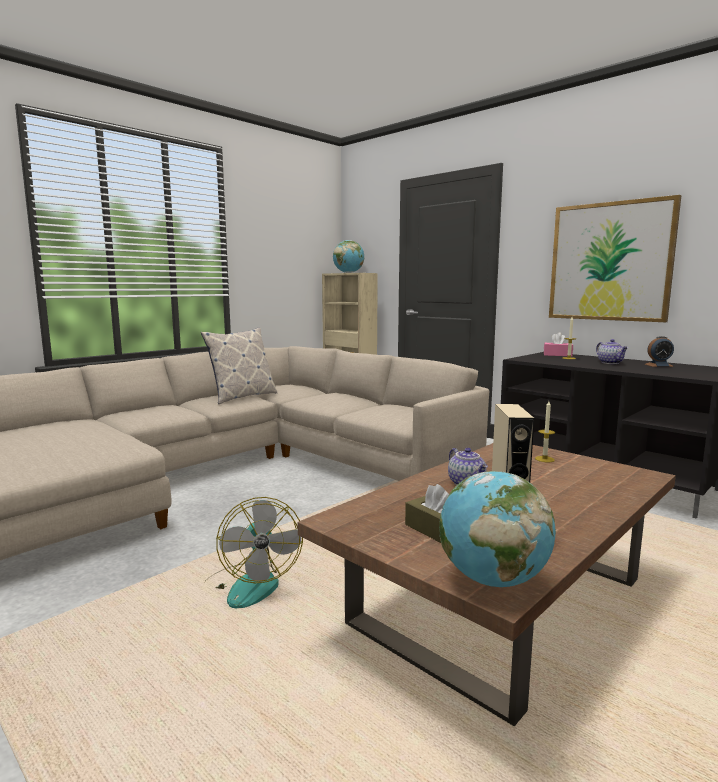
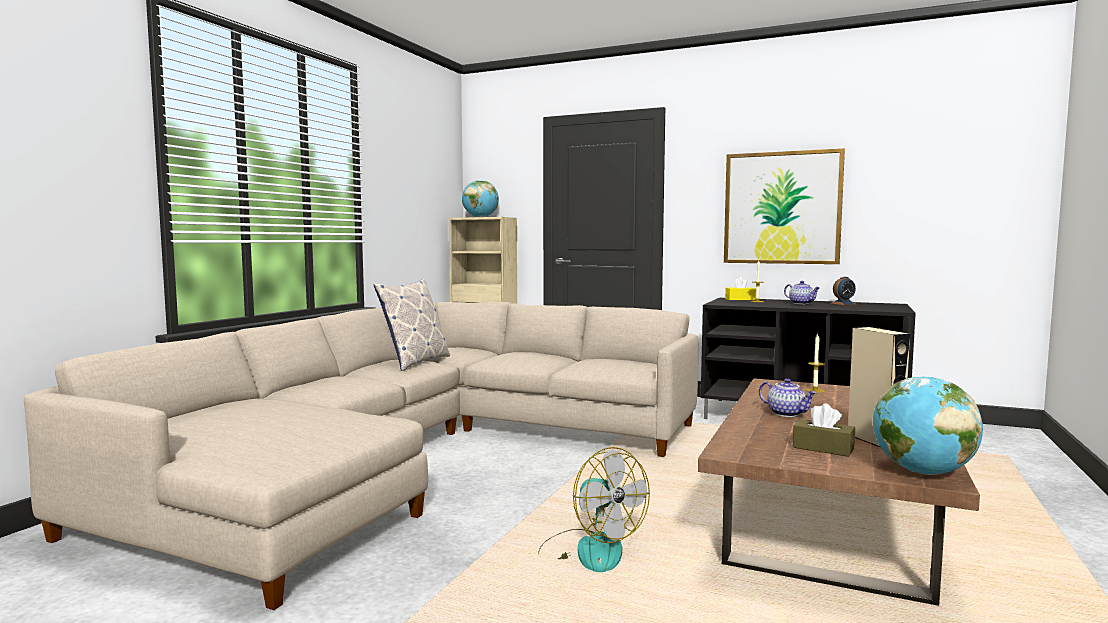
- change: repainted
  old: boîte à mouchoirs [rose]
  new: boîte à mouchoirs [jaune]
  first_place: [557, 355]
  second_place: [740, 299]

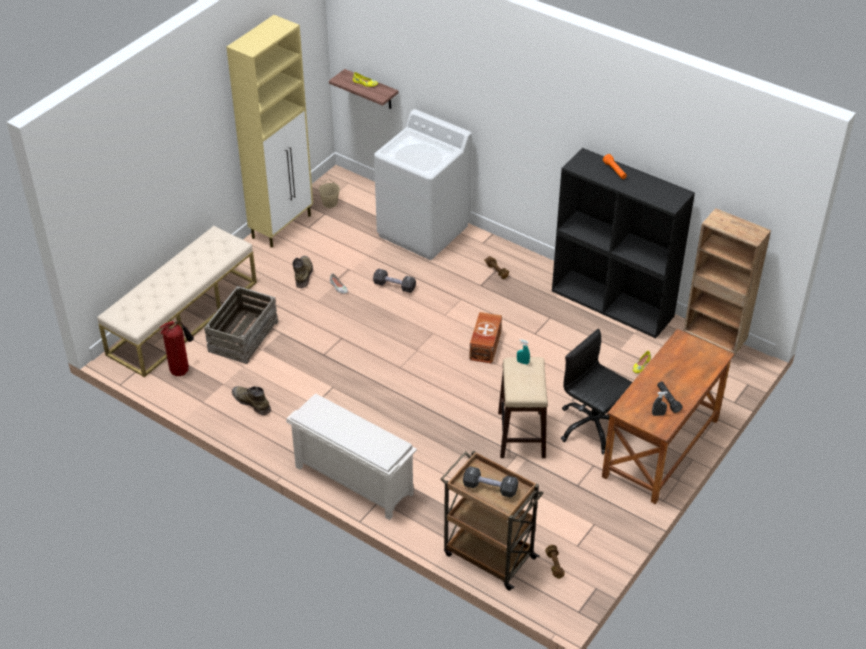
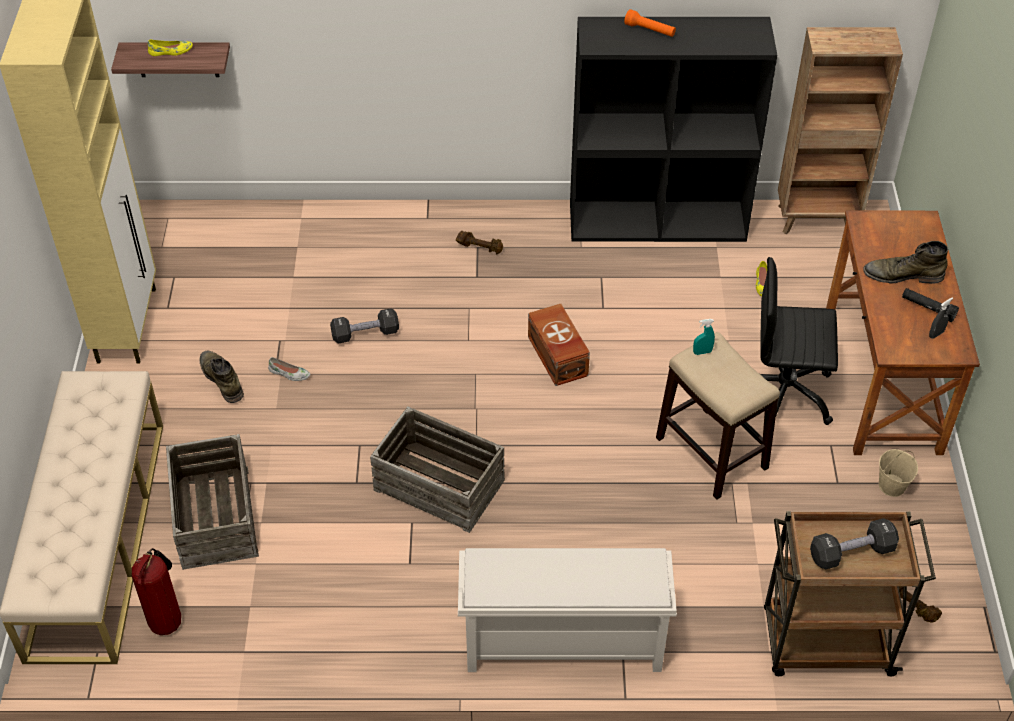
- change: new
  new: caisse
  second_place: [438, 486]
- change: shifted
  old: botte [vert]
  first_place: [251, 402]
  second_place: [902, 275]
- change: shifted
  old: seau [beige]
  first_place: [330, 203]
  second_place: [892, 486]
- change: gone
  old: lave-linge [blanc]
  first_place: [424, 231]

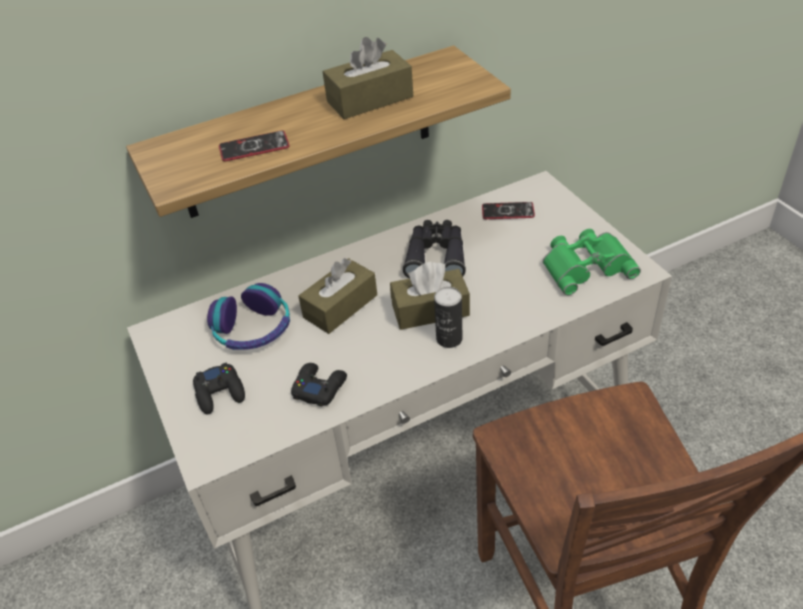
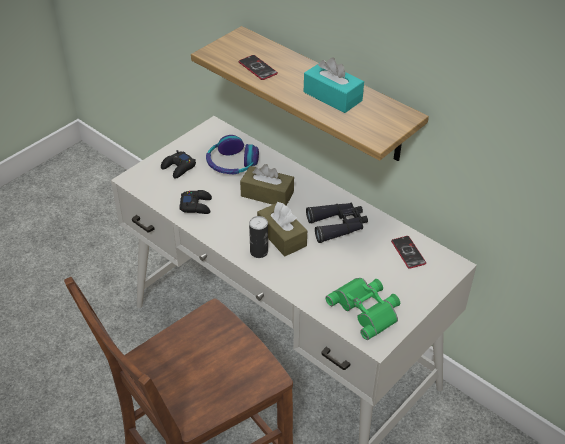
- change: repainted
  old: boîte à mouchoirs [marron]
  new: boîte à mouchoirs [turquoise]
  first_place: [370, 99]
  second_place: [332, 96]

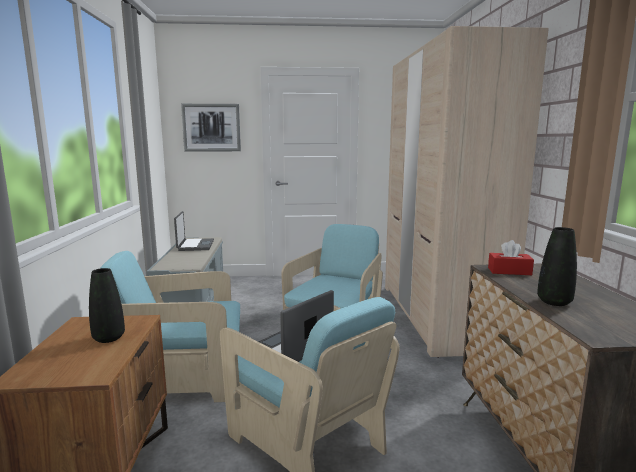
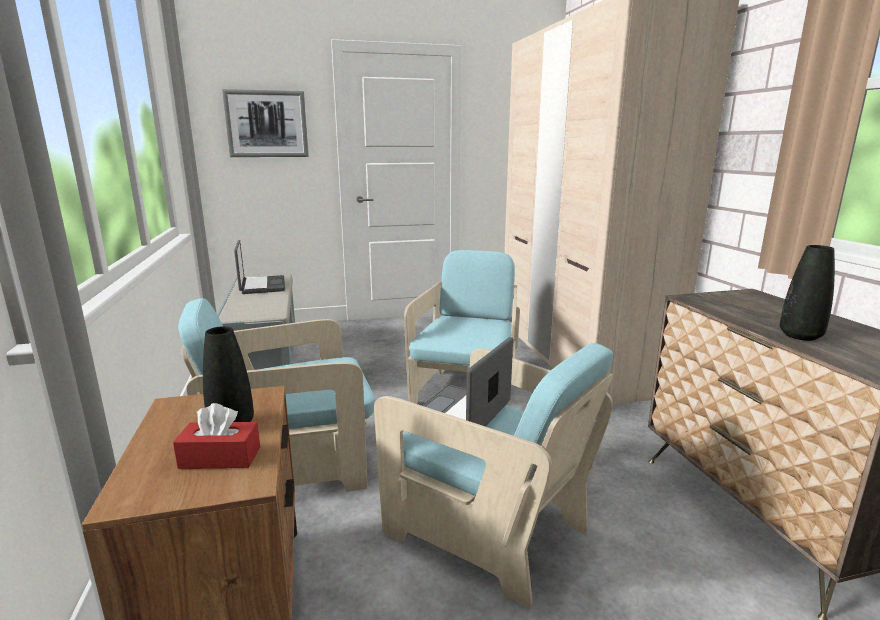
- change: shifted
  old: boîte à mouchoirs [rouge]
  first_place: [509, 271]
  second_place: [220, 458]

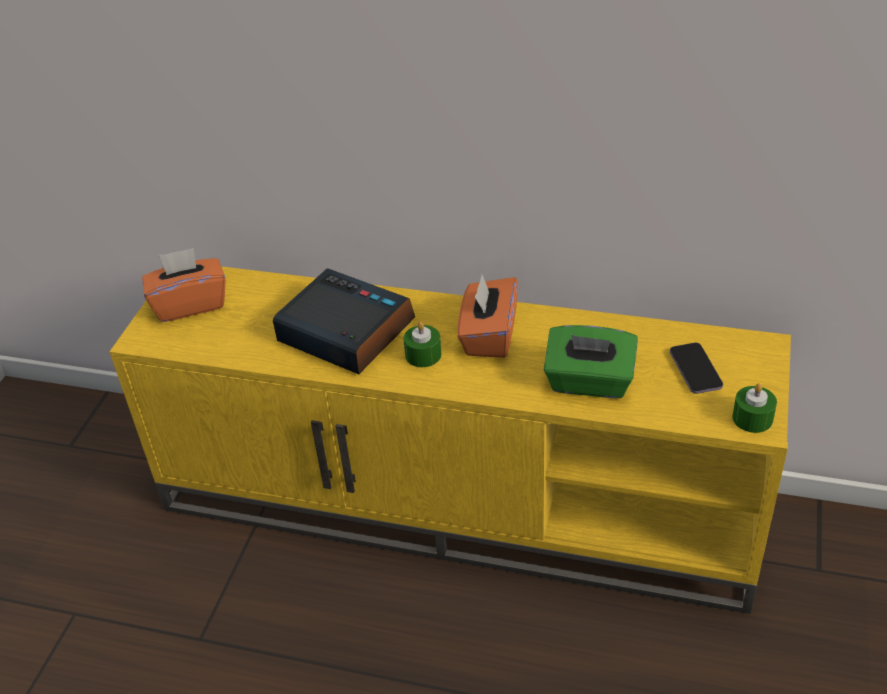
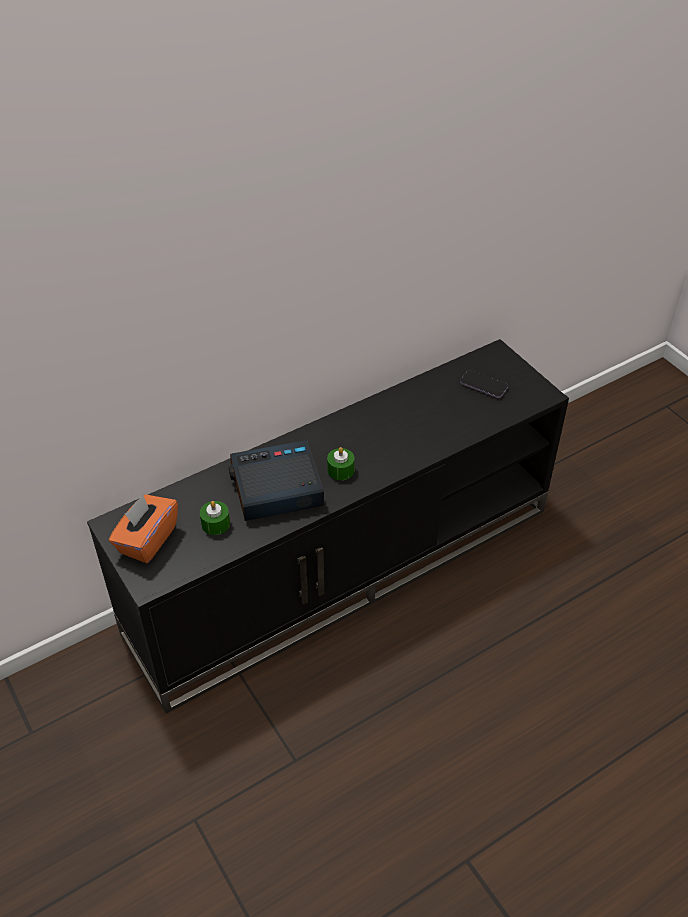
- change: repainted
  old: meuble télé [jaune]
  new: meuble télé [noir]
  first_place: [460, 503]
  second_place: [343, 566]
- change: shifted
  old: bougie [vert]
  first_place: [752, 418]
  second_place: [215, 524]
- change: gone
  old: boîte à mouchoirs [orange]
  first_place: [488, 336]
- change: gone
  old: boîte à mouchoirs [vert]
  first_place: [589, 383]

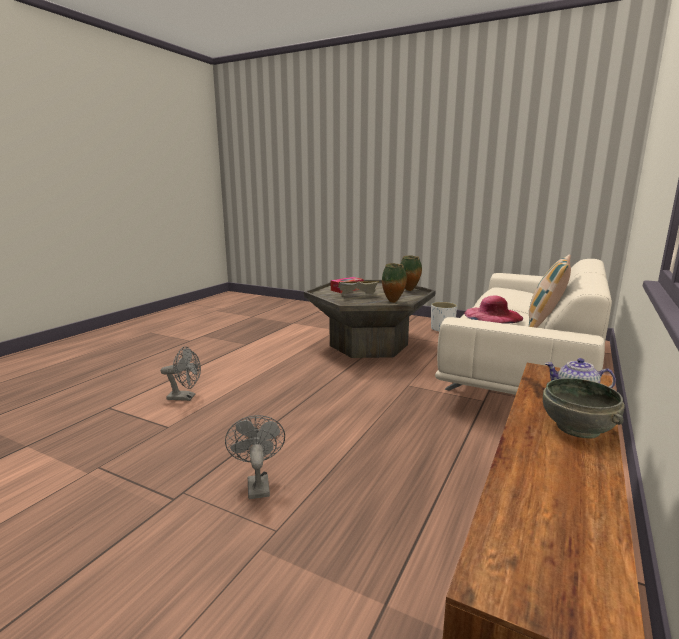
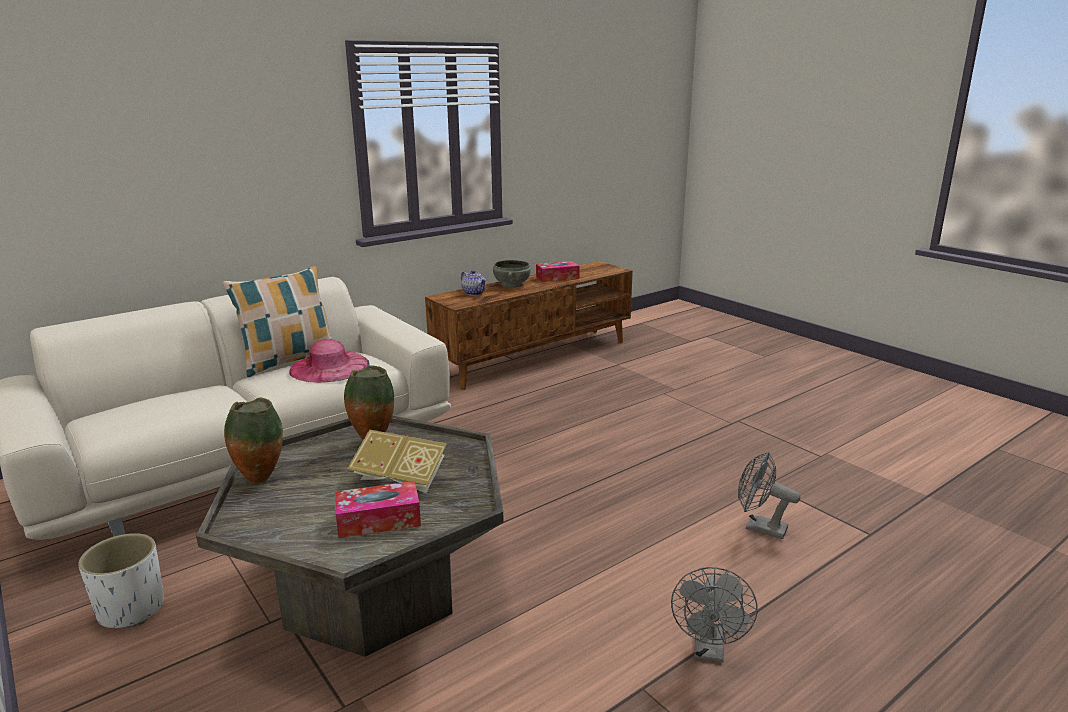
- change: new
  new: boîte à mouchoirs
  second_place: [557, 277]
- change: shifted
  old: ventilateur [gris]
  first_place: [257, 484]
  second_place: [709, 651]

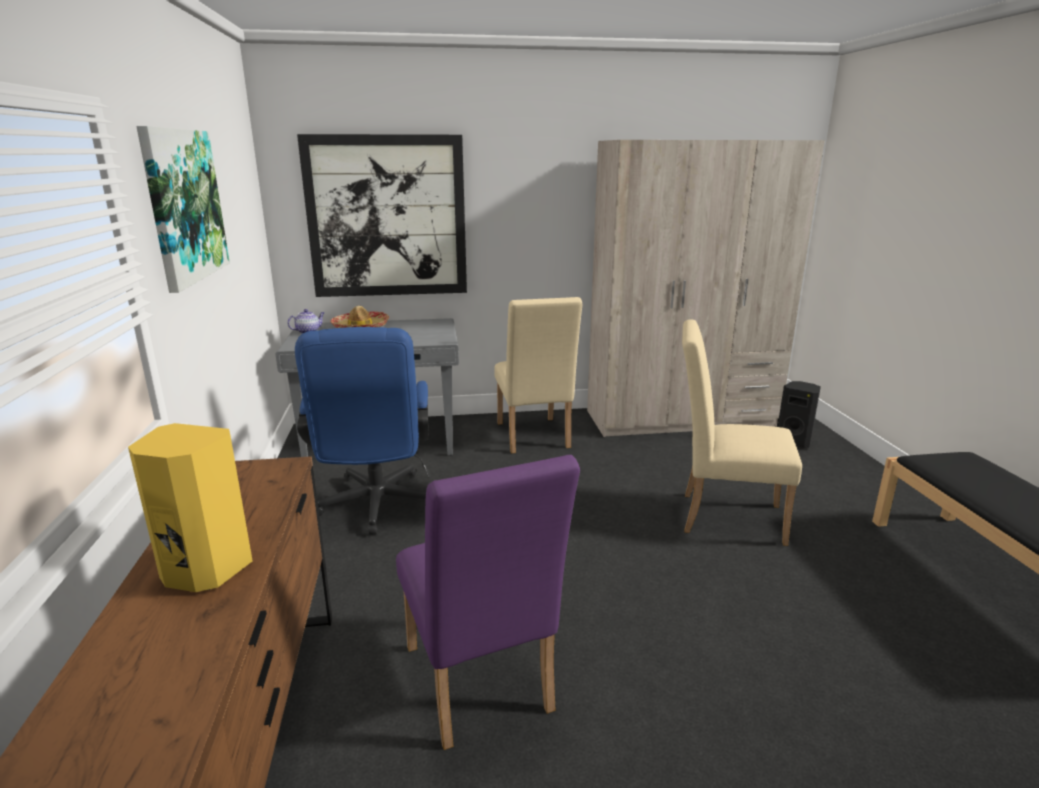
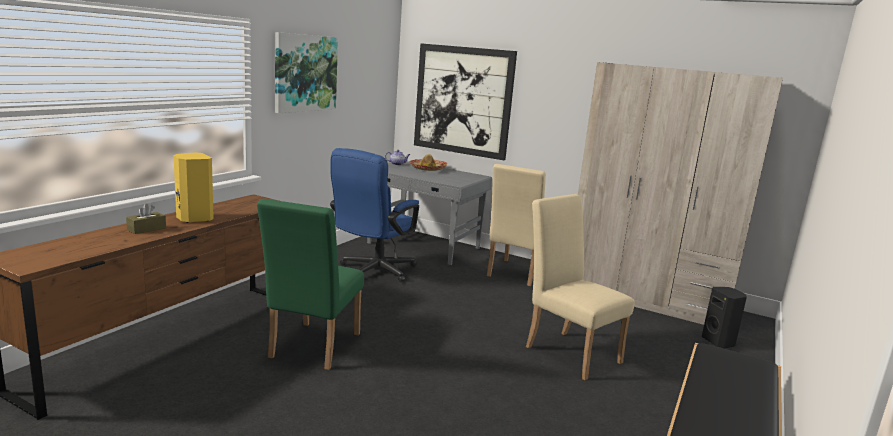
- change: new
  new: boîte à mouchoirs [marron]
  second_place: [146, 229]
- change: repainted
  old: chaise [violet]
  new: chaise [vert]
  first_place: [480, 688]
  second_place: [311, 348]

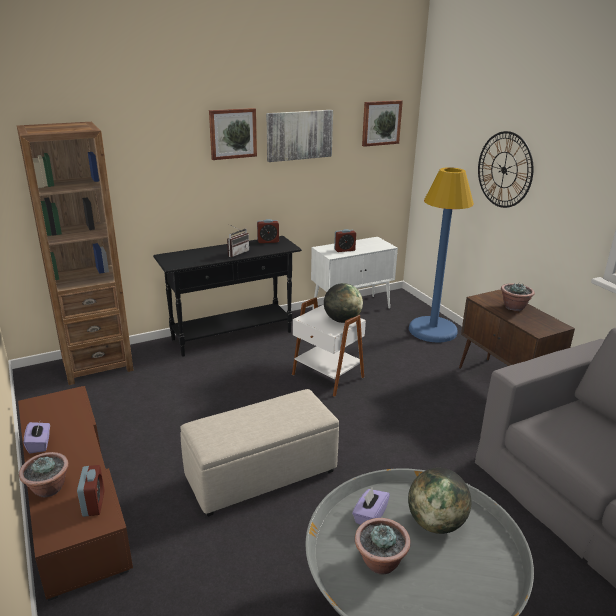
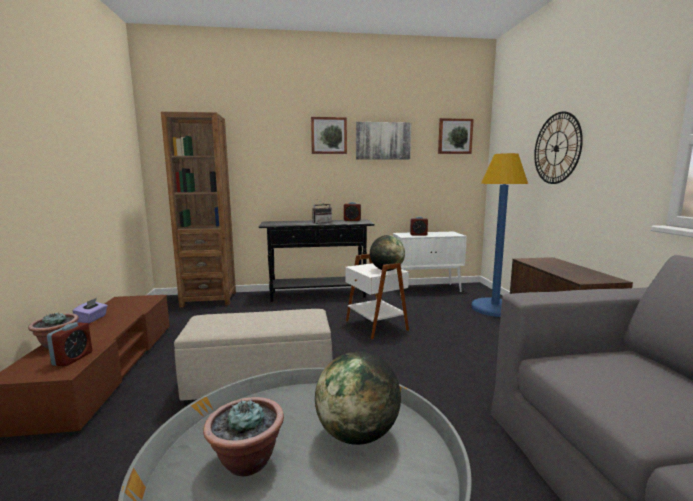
- change: gone
  old: boîte à mouchoirs [violet]
  first_place: [369, 516]
- change: gone
  old: plante en pot
  first_place: [514, 307]

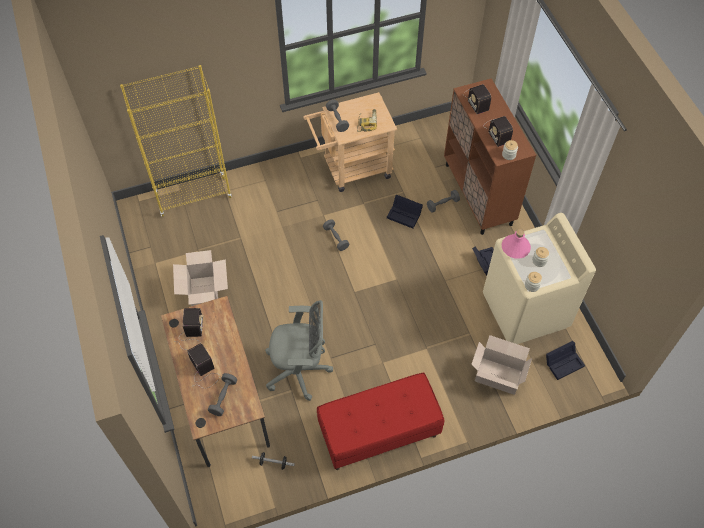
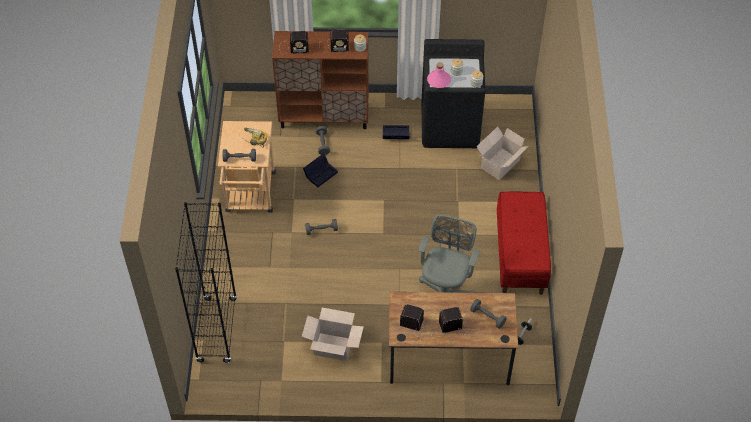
- change: repainted
  old: bibliothèque [jaune]
  new: bibliothèque [noir]
  first_place: [193, 196]
  second_place: [217, 330]
- change: repainted
  old: lave-linge [beige]
  new: lave-linge [noir]
  first_place: [525, 311]
  second_place: [450, 126]
- change: gone
  old: boîte de rangement [noir]
  first_place: [564, 362]

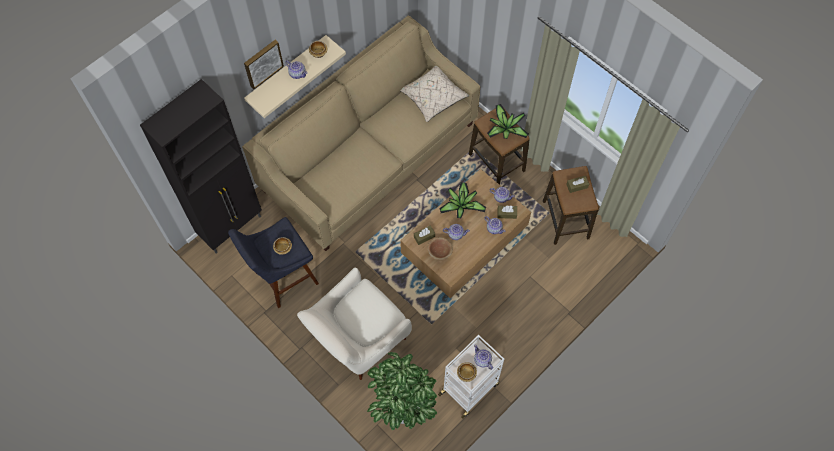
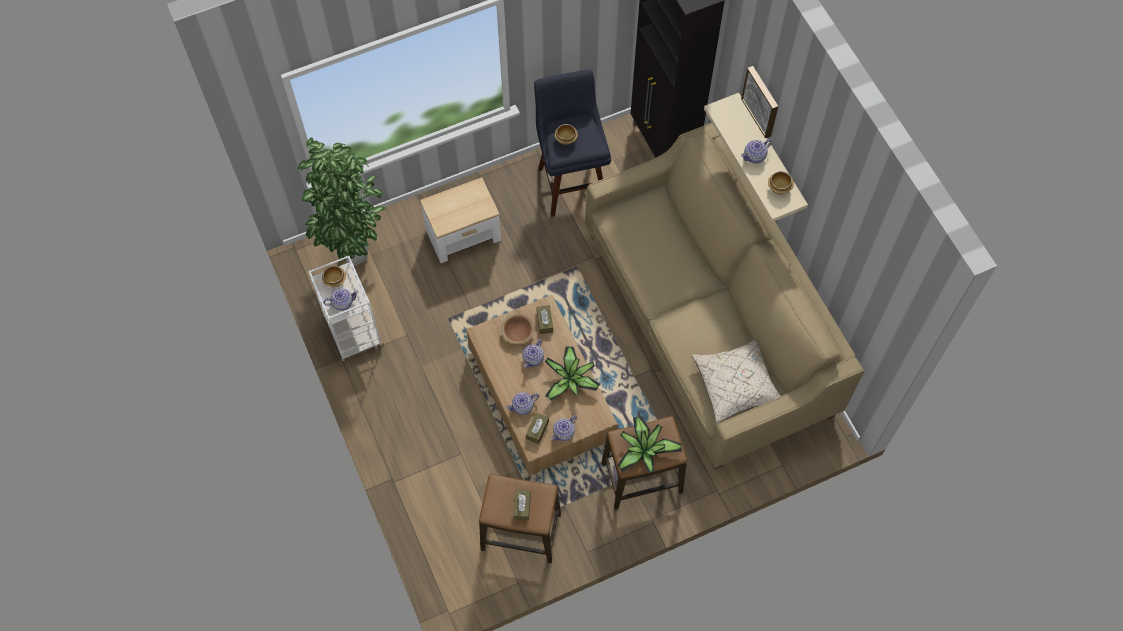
- change: swapped
  old: fauteuil [blanc]
  new: table d'appoint
  first_place: [358, 340]
  second_place: [463, 236]

